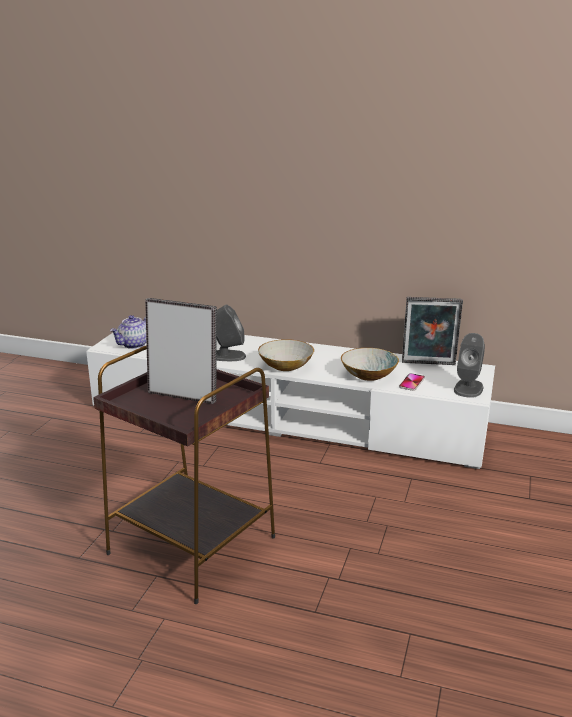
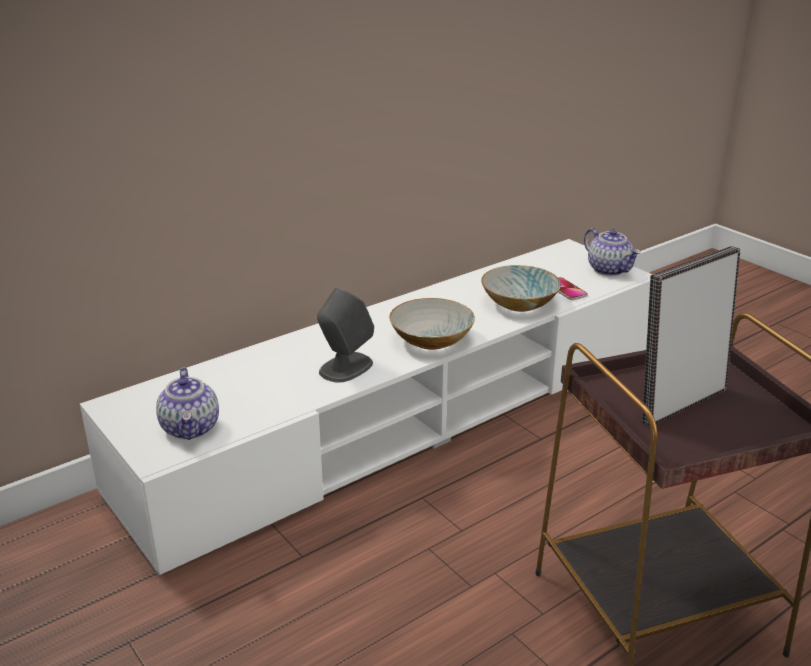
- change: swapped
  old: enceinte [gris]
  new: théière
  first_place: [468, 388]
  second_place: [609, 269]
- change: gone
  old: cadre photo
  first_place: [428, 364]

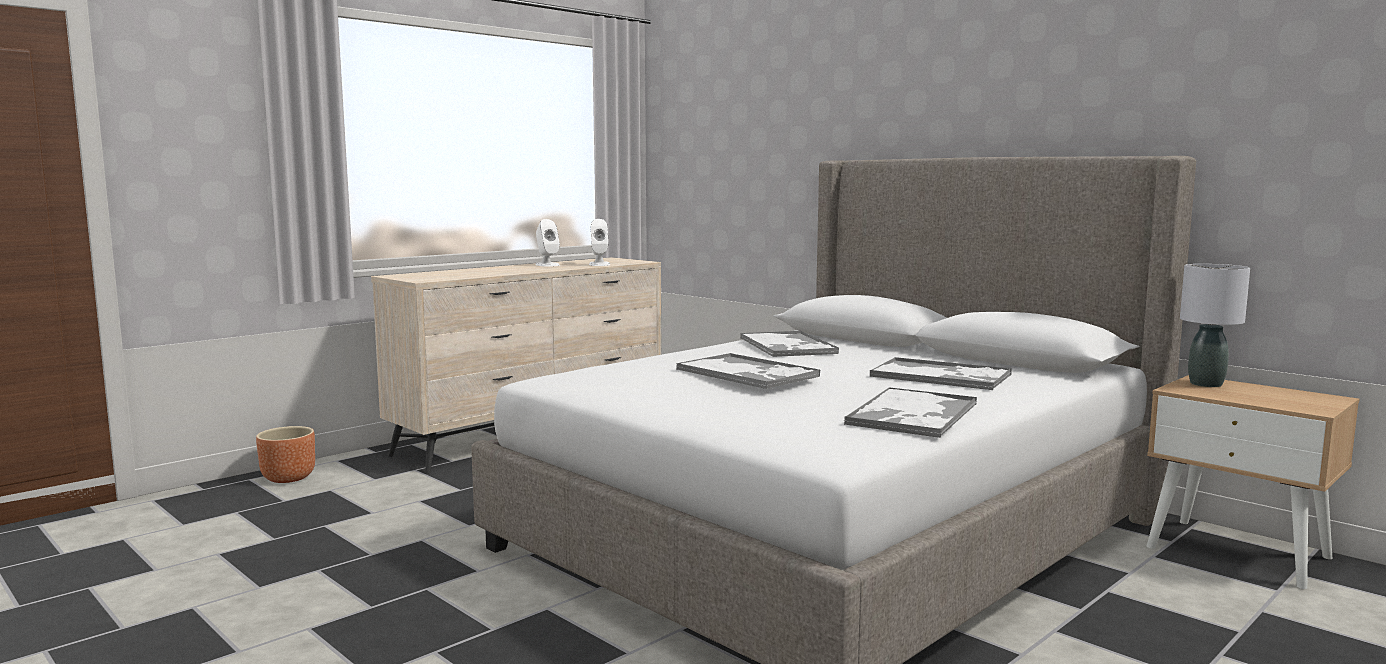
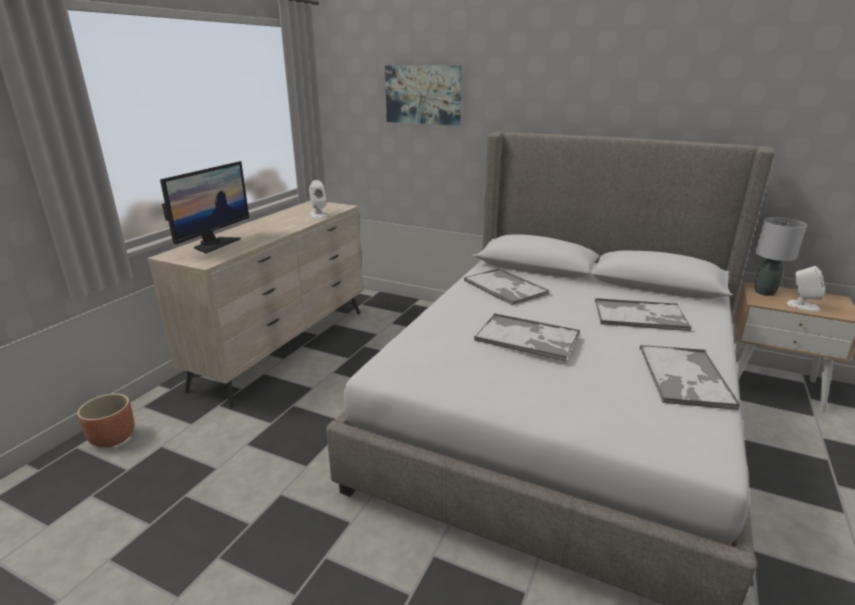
- change: new
  new: écran d'ordinateur
  second_place: [214, 244]
- change: new
  new: tableau
  second_place: [423, 95]
- change: shifted
  old: enceinte [blanc]
  first_place: [547, 265]
  second_place: [802, 306]

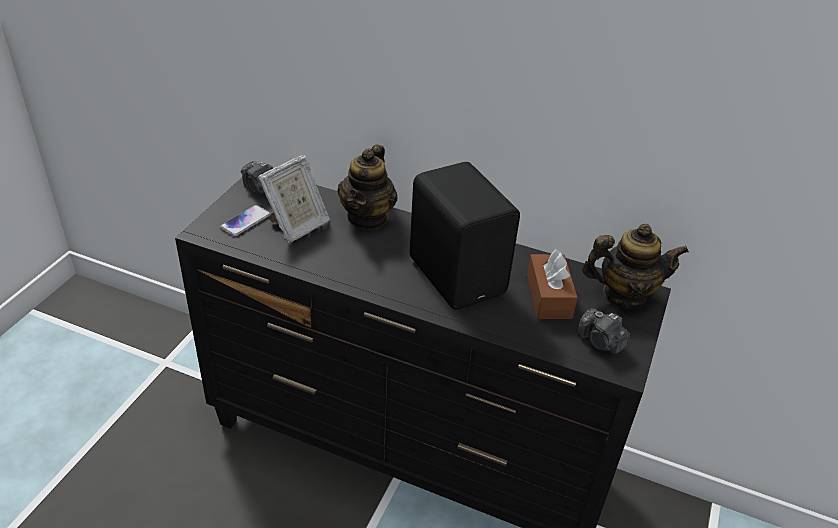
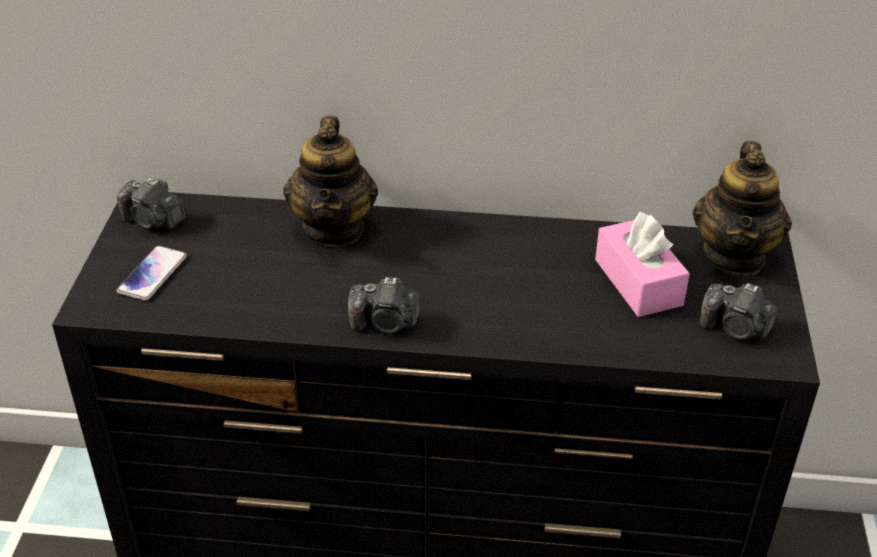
- change: new
  new: appareil photo
  second_place: [385, 323]
- change: repainted
  old: boîte à mouchoirs [marron]
  new: boîte à mouchoirs [rose]
  first_place: [548, 296]
  second_place: [638, 282]
- change: rotated
  old: théière
  first_place: [624, 294]
  second_place: [734, 255]
  degrees: 120
- change: gone
  old: cadre photo
  first_place: [297, 226]
- change: gone
  old: enceinte [noir]
  first_place: [458, 274]

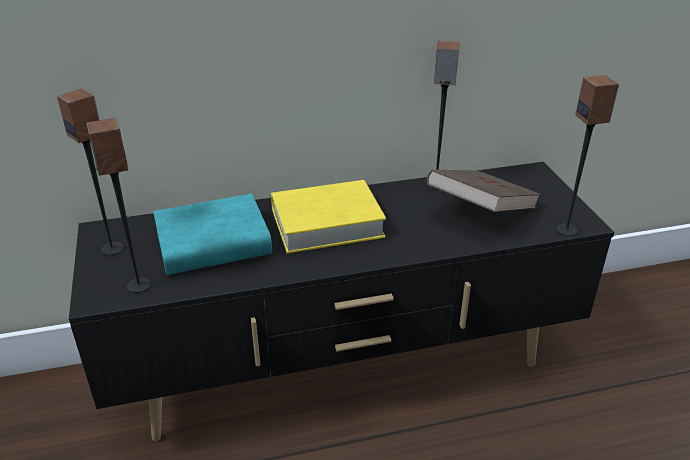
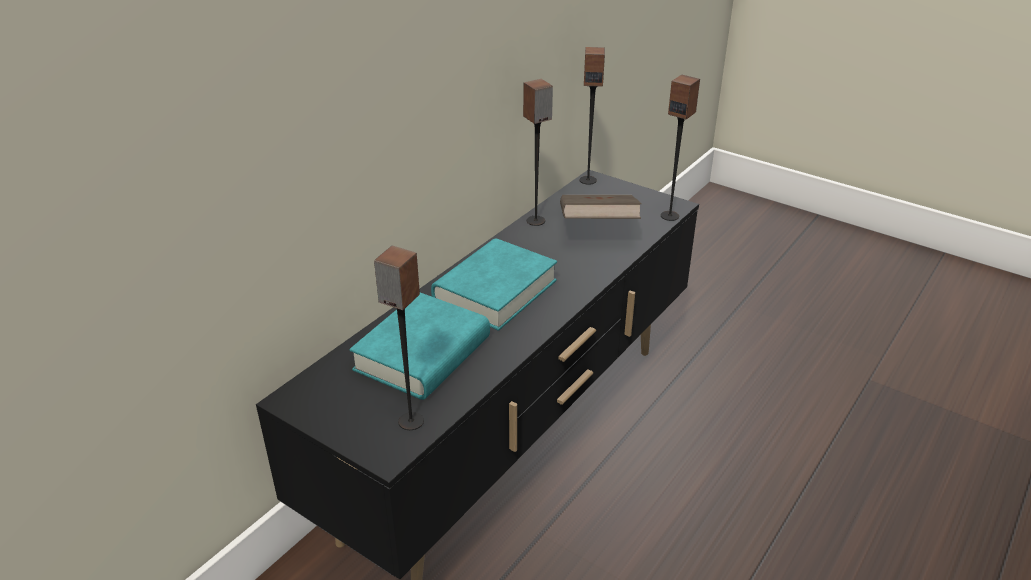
- change: repainted
  old: livre [jaune]
  new: livre [turquoise]
  first_place: [327, 223]
  second_place: [495, 291]
- change: shifted
  old: enceinte
  first_place: [112, 248]
  second_place: [588, 180]

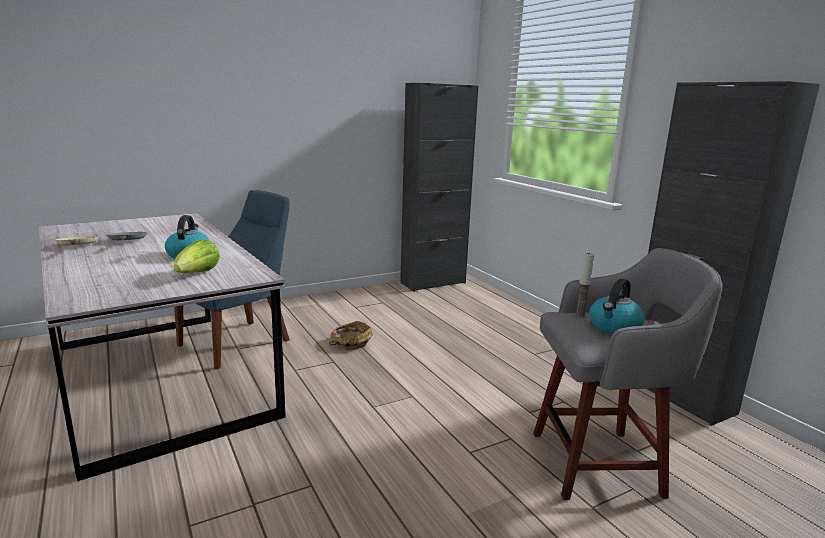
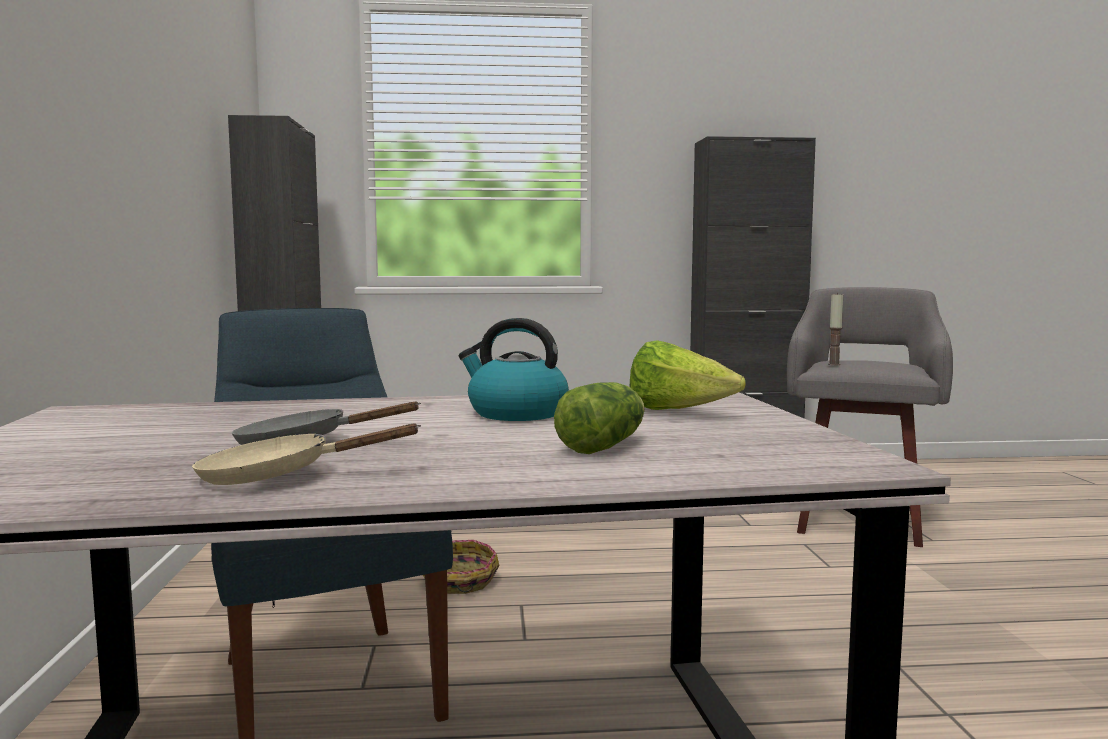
- change: new
  new: laitue
  second_place: [606, 445]
- change: gone
  old: bouilloire
  first_place: [614, 327]

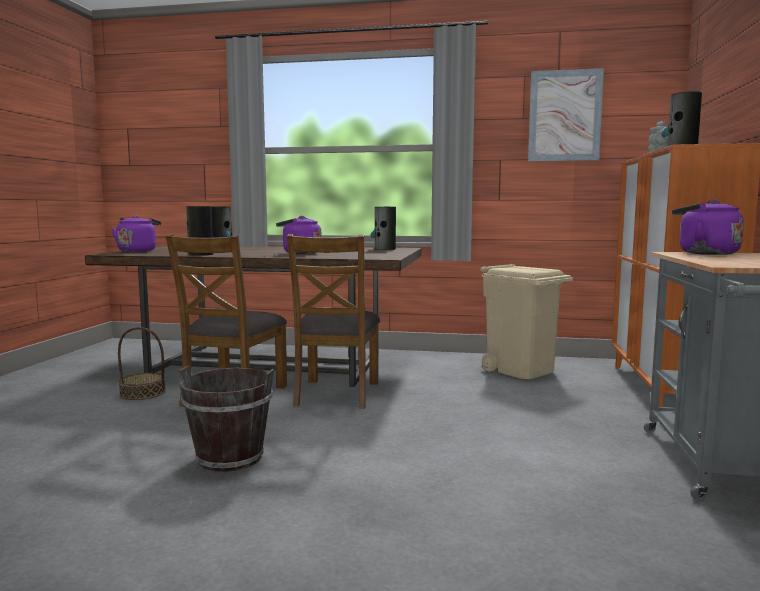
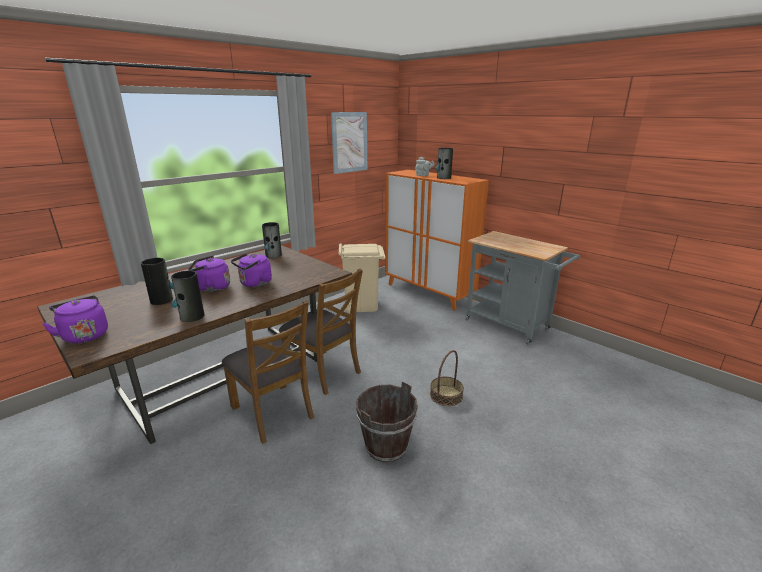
- change: shifted
  old: bouilloire [violet]
  first_place: [704, 253]
  second_place: [211, 288]
- change: shifted
  old: panier
  first_place: [143, 393]
  second_place: [446, 395]

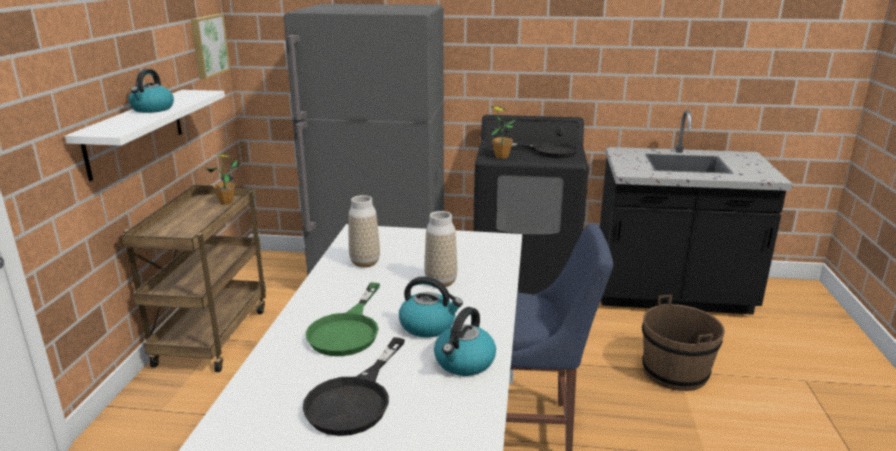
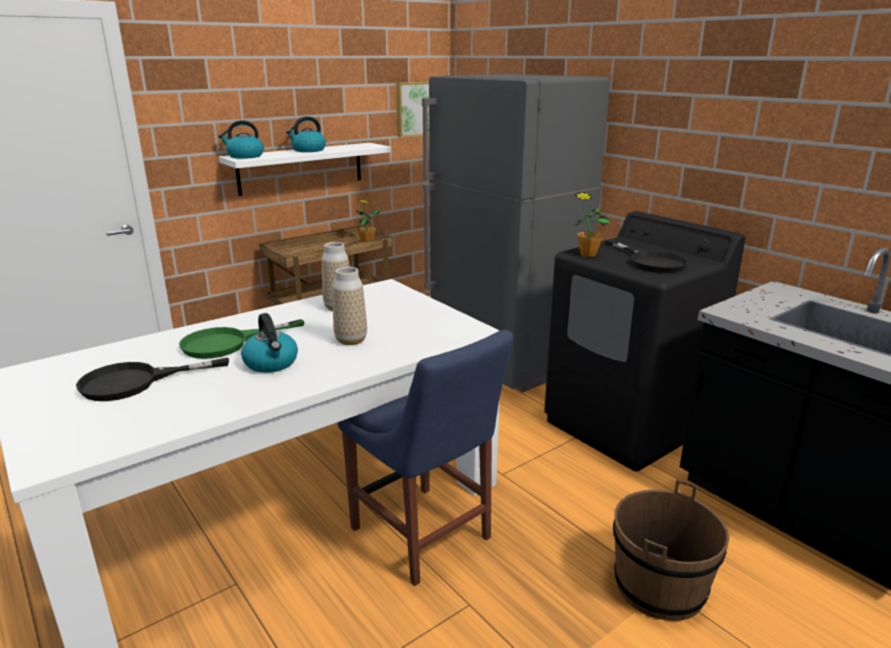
- change: shifted
  old: bouilloire
  first_place: [464, 362]
  second_place: [244, 156]

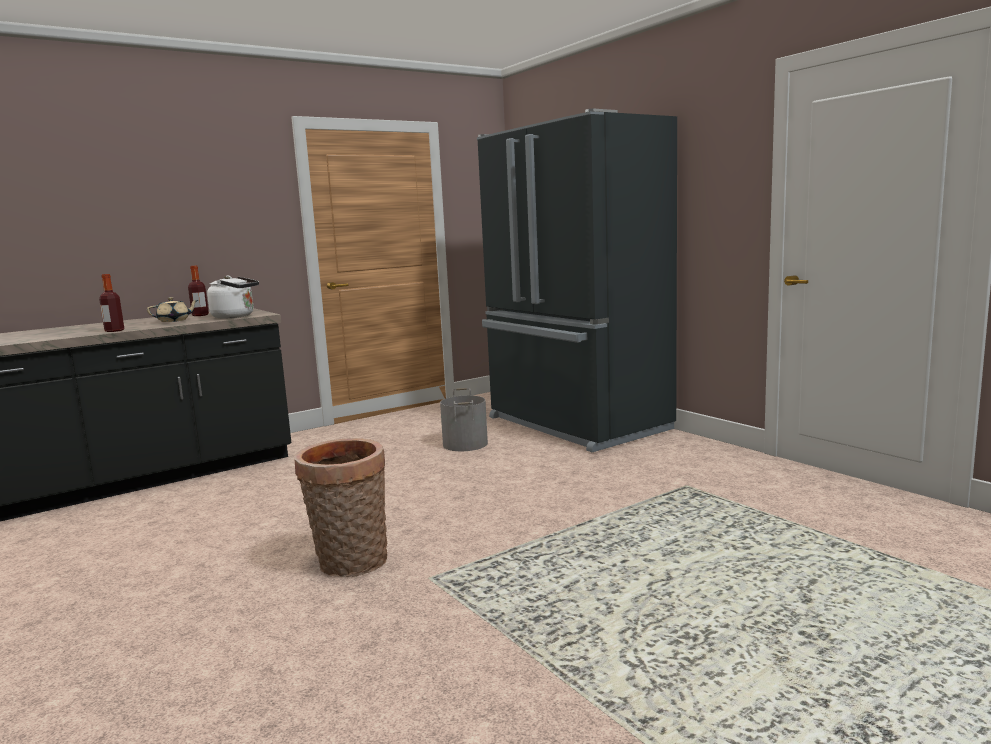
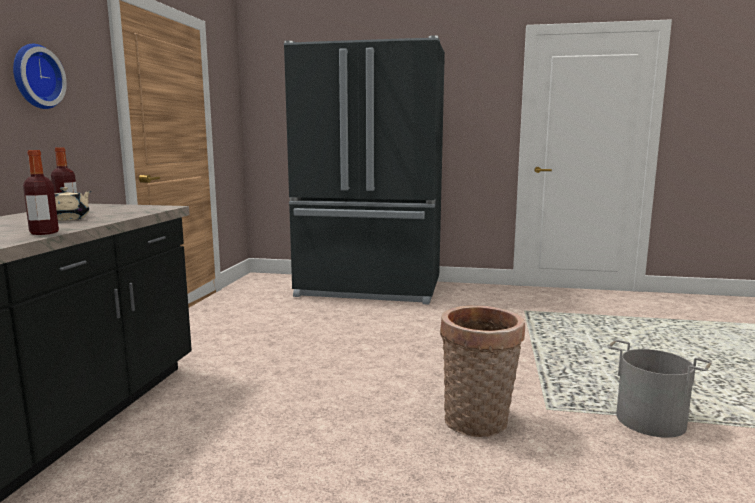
- change: new
  new: horloge murale
  second_place: [35, 77]
- change: shifted
  old: seau [gris]
  first_place: [466, 444]
  second_place: [650, 420]
- change: gone
  old: bouilloire [blanc]
  first_place: [236, 316]

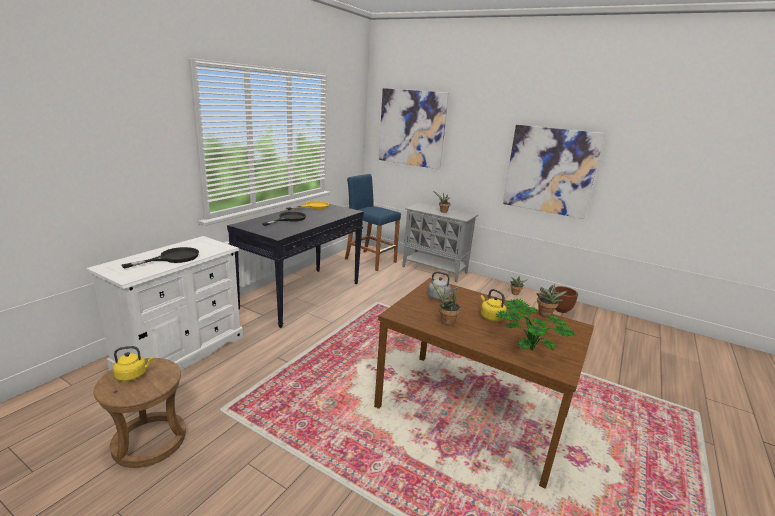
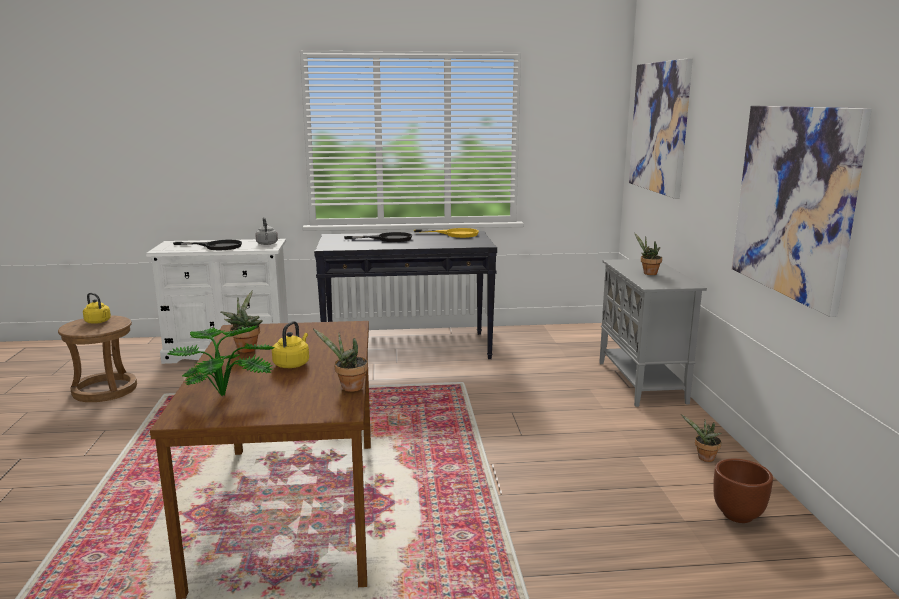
- change: shifted
  old: bouilloire [gris]
  first_place: [439, 297]
  second_place: [267, 244]
- change: gone
  old: tabouret [bleu]
  first_place: [370, 260]

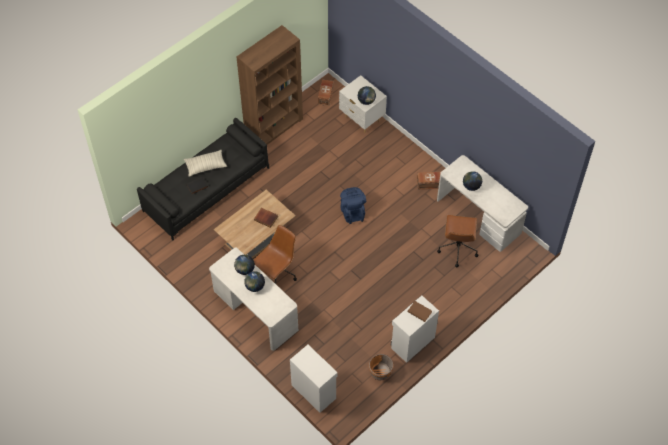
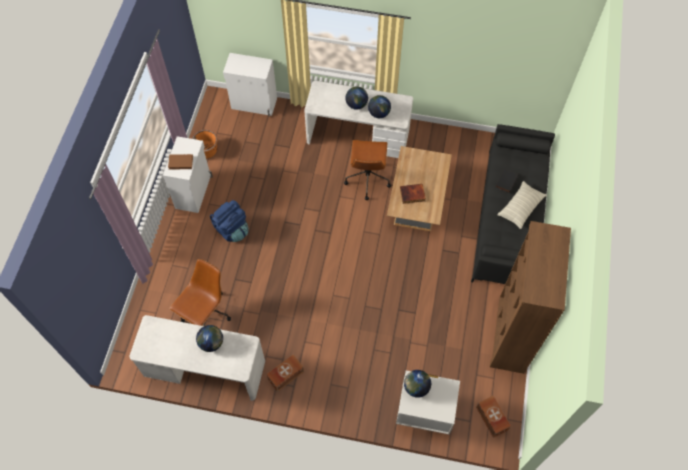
- change: rotated
  old: chaise de bureau [marron]
  first_place: [457, 249]
  second_place: [206, 314]
  degrees: 60
- change: shifted
  old: sac à dos [bleu]
  first_place: [352, 212]
  second_place: [232, 229]

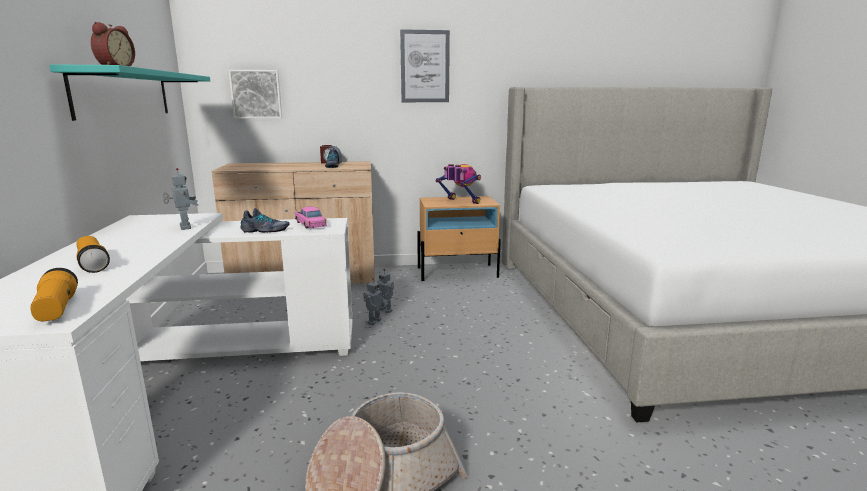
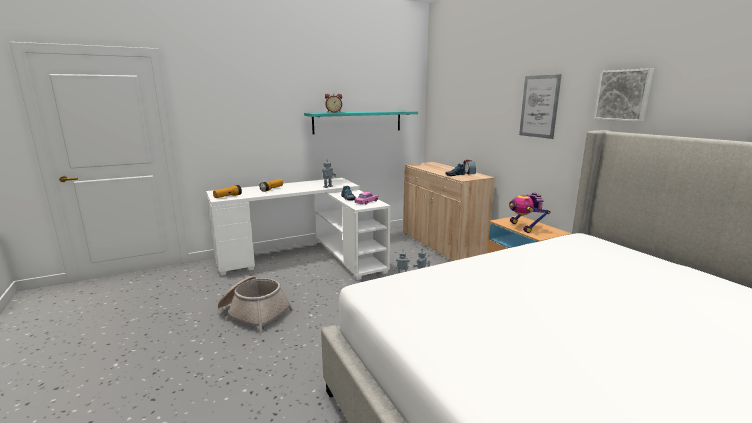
- change: rotated
  old: robot jouet
  first_place: [460, 202]
  second_place: [524, 227]
  degrees: 150
- change: shifted
  old: tableau
  first_place: [256, 94]
  second_place: [623, 95]

